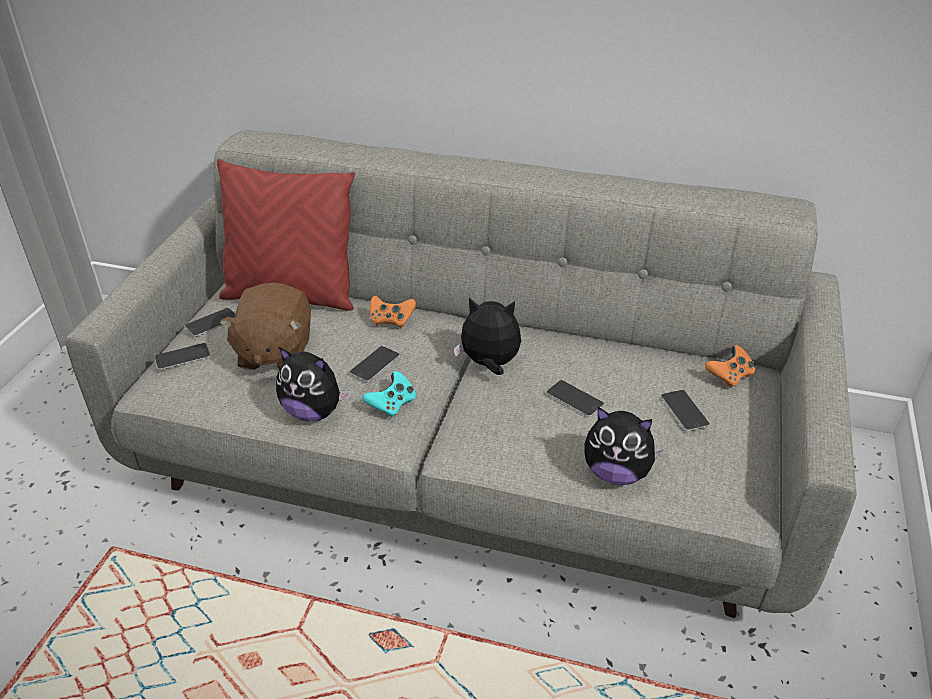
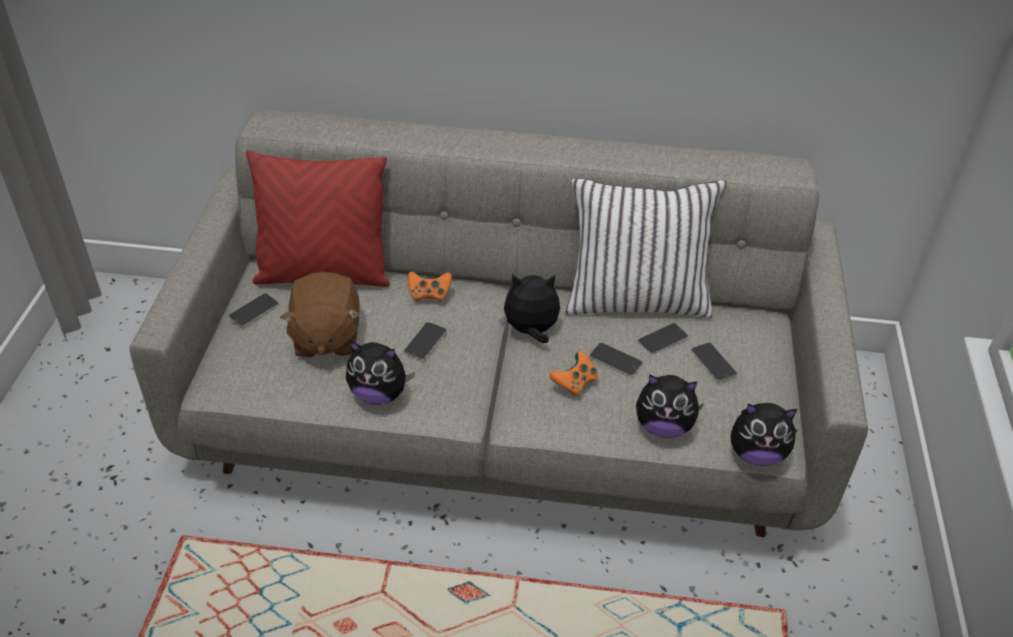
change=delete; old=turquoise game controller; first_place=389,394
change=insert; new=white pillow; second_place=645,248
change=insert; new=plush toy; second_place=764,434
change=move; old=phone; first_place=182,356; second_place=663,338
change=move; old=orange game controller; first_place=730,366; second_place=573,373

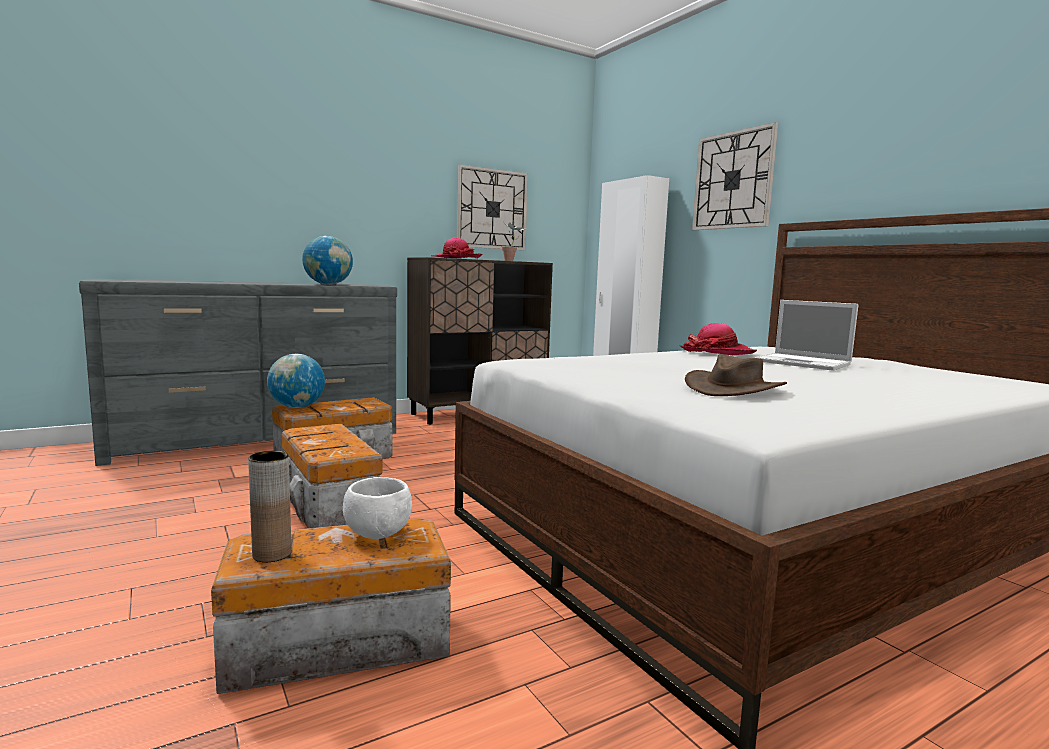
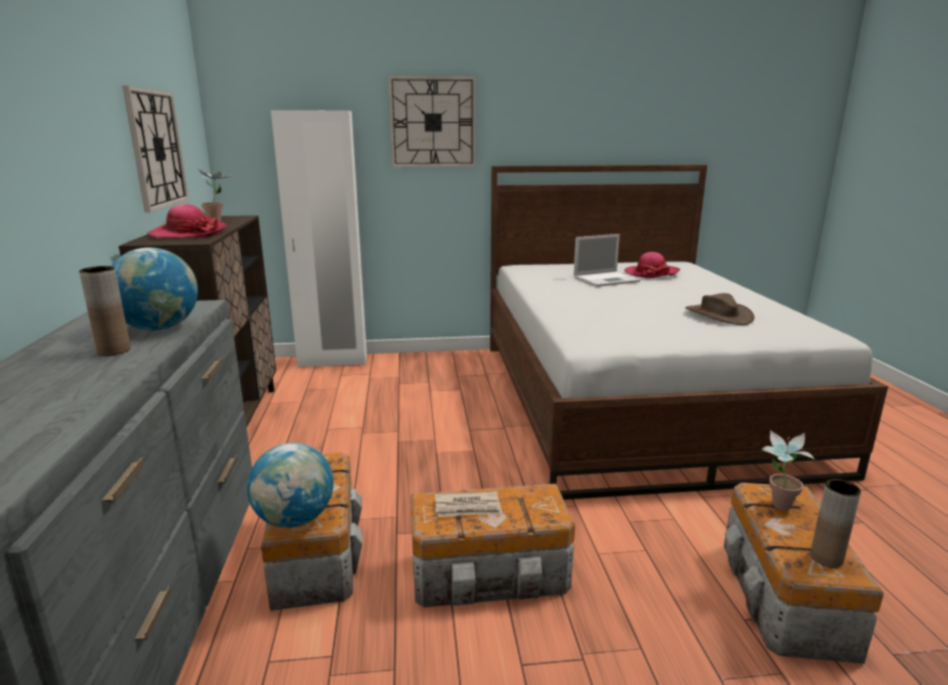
change=insert; new=brown vase; second_place=105,311
change=insert; new=newspaper; second_place=468,504
change=move; old=hat; first_place=718,339; second_place=652,265
change=replace; old=white bowl; new=potted plant; first_place=377,508; second_place=788,470

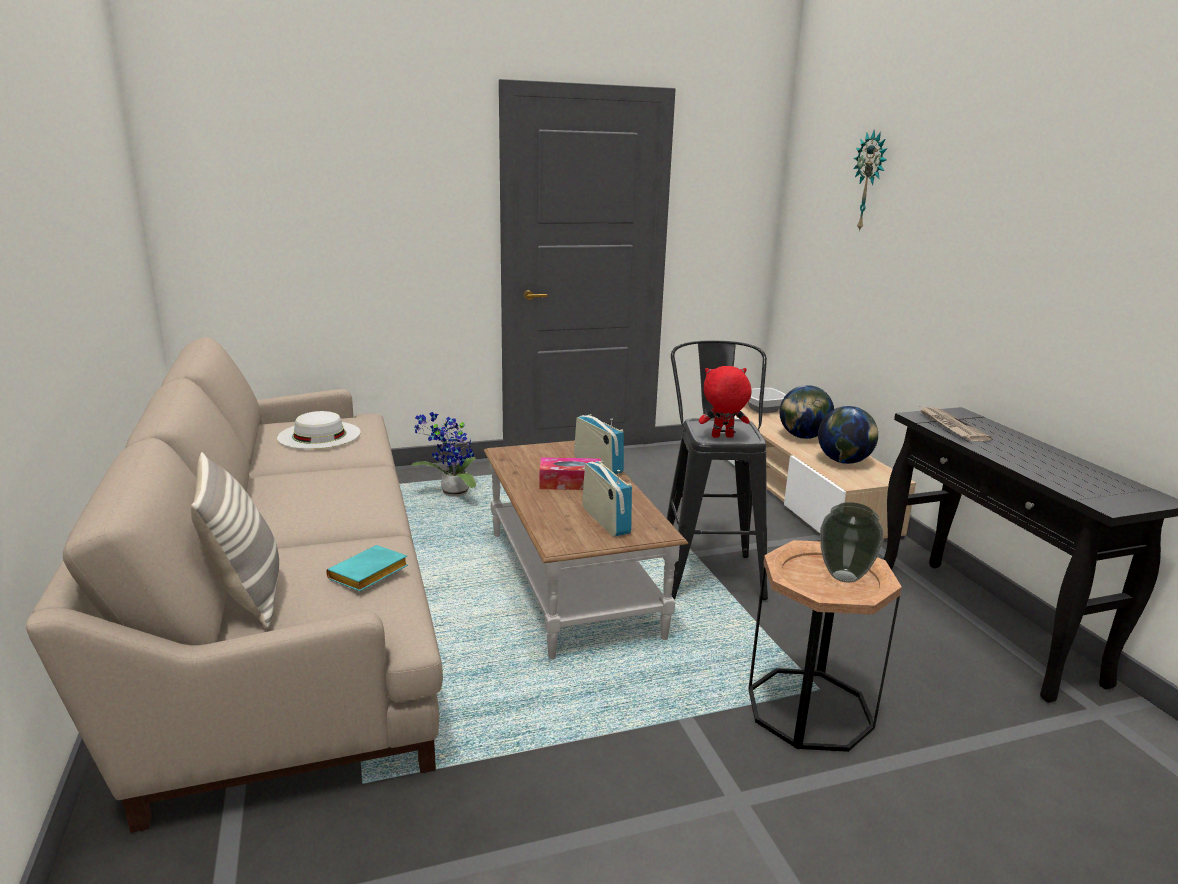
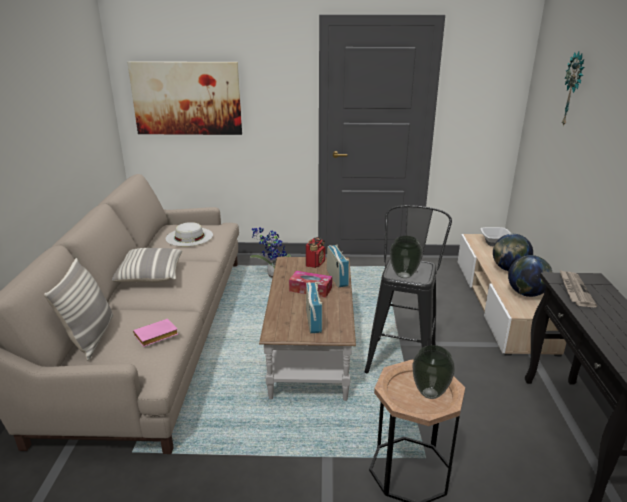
change=insert; new=pillow; second_place=147,265
change=insert; new=picture; second_place=184,98
change=insert; new=radio; second_place=315,252
change=replace; old=red plush toy; new=vase; first_place=725,402; second_place=406,257
change=recolor; old=turquoise book; new=pink book; first_place=367,568; second_place=155,333

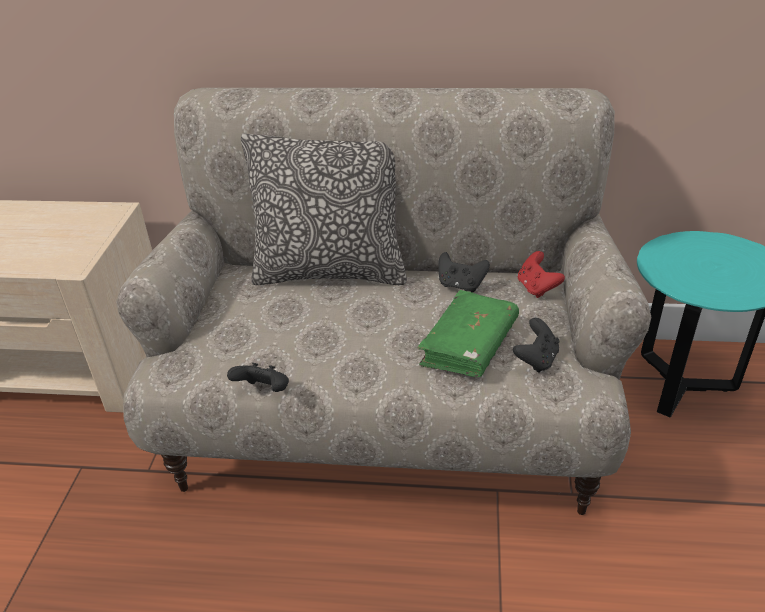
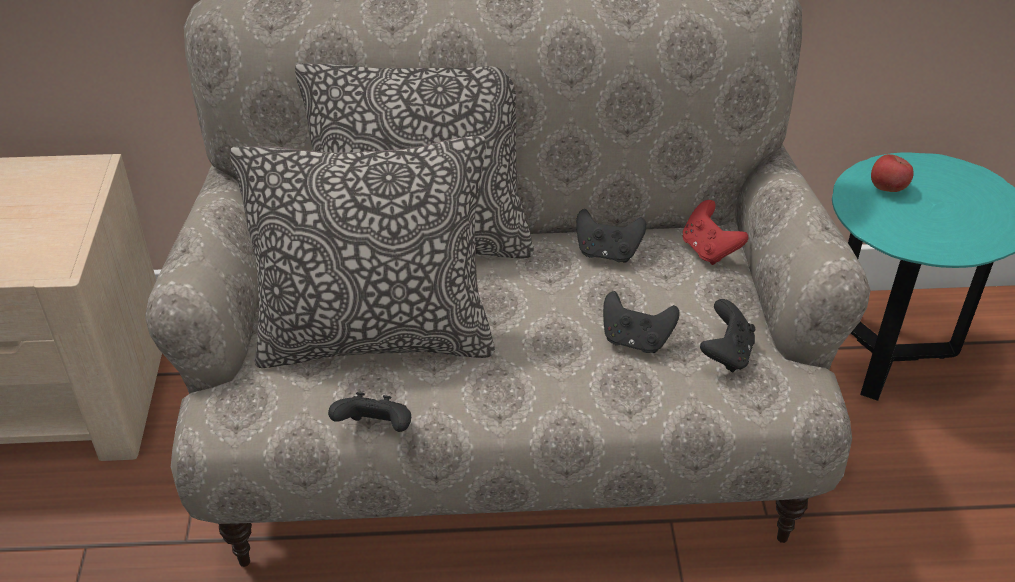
change=insert; new=pillow; second_place=362,252
change=insert; new=apple; second_place=892,173
change=replace; old=green book; new=black game controller; first_place=468,333; second_place=641,322

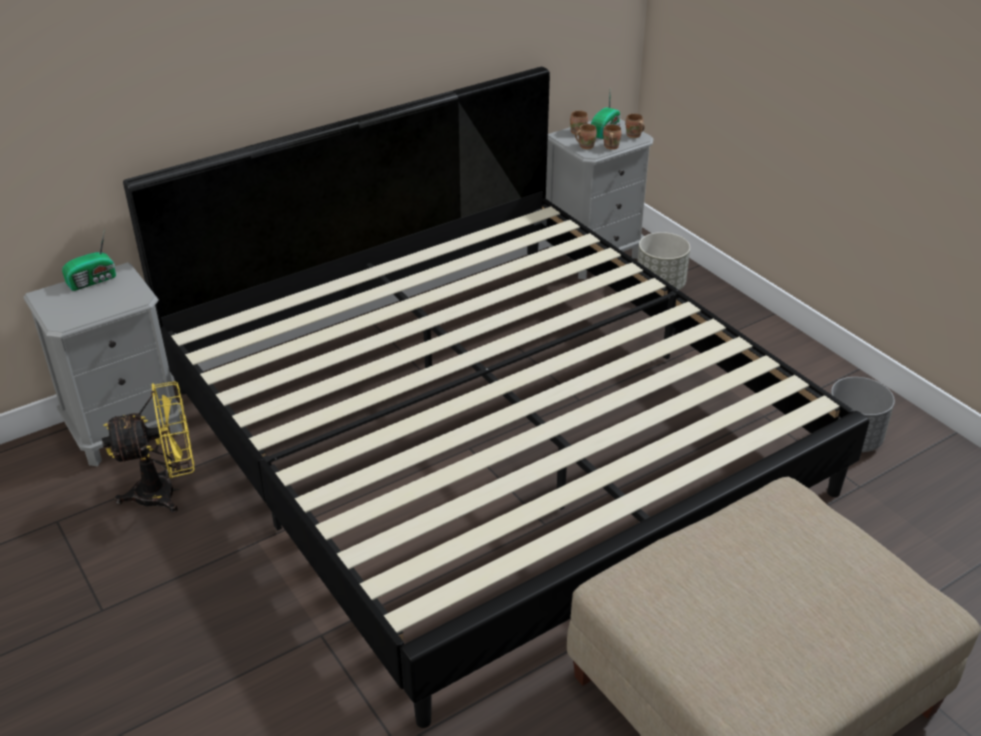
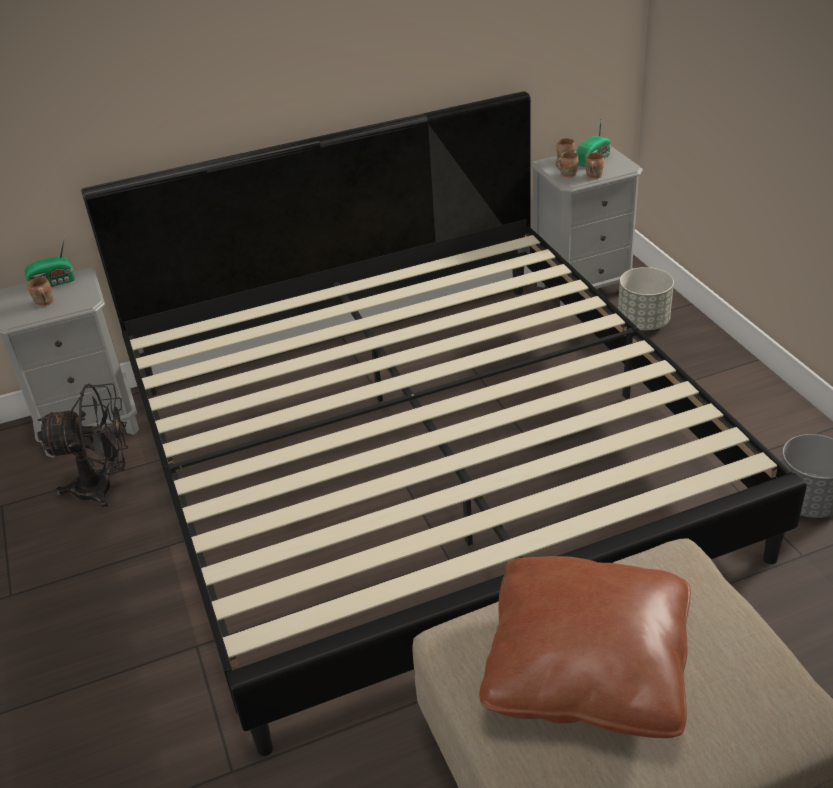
change=insert; new=brown pillow; second_place=585,647
change=move; old=brown mug; first_place=635,125; second_place=40,292
change=recolor; old=yellow fan; new=black fan; first_place=148,447; second_place=82,446

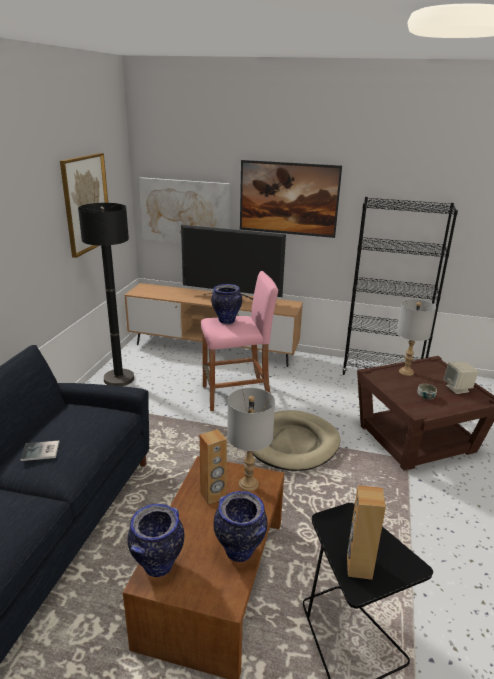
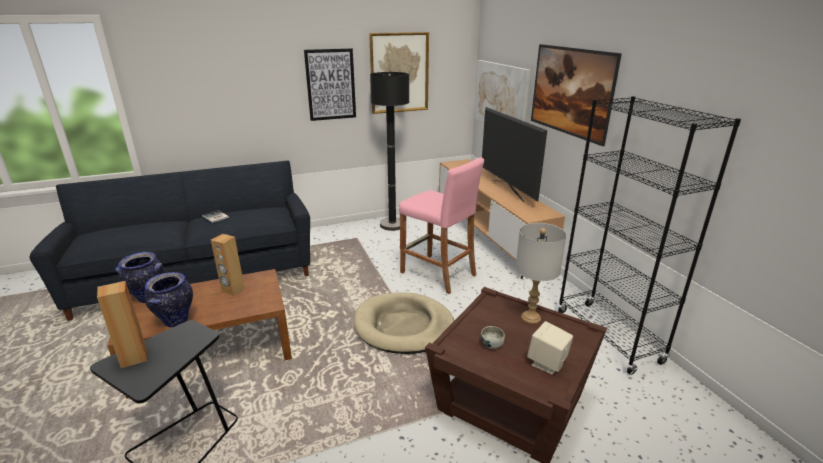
change=delete; old=vase; first_place=226,304
change=delete; old=grey table lamp; first_place=251,440
change=insert; new=picture; second_place=330,84

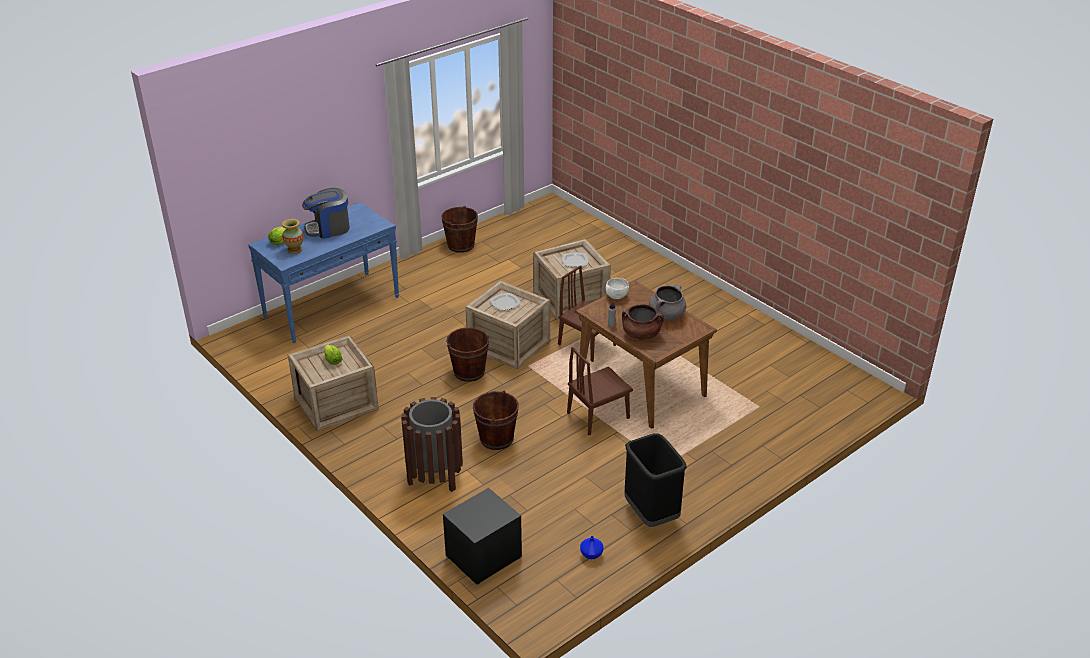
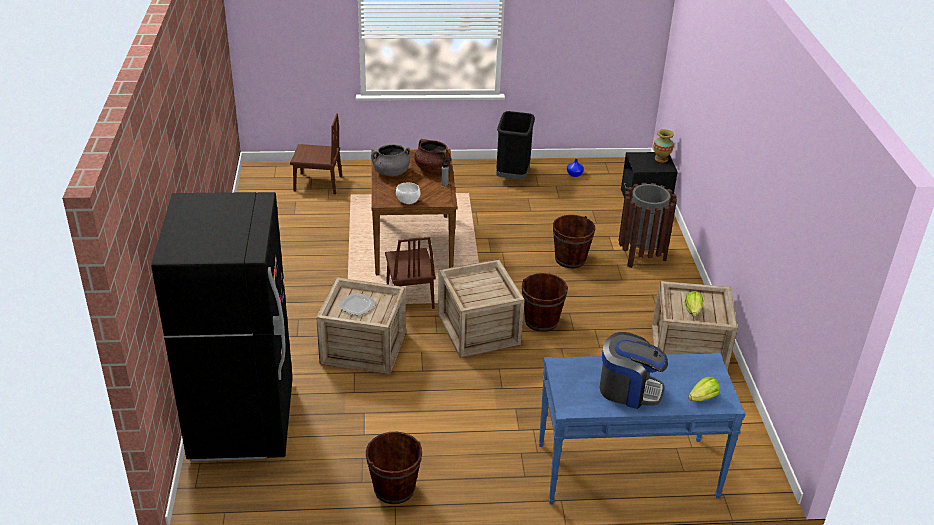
change=delete; old=plate; first_place=505,302
change=insert; new=black fridge; second_place=222,326
change=move; old=vase; first_place=293,236; second_place=664,146
change=move; old=brown chair; first_place=600,391; second_place=316,153

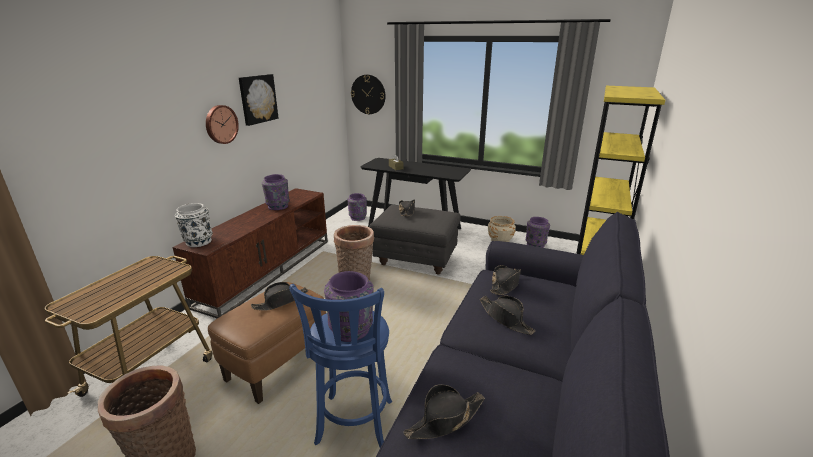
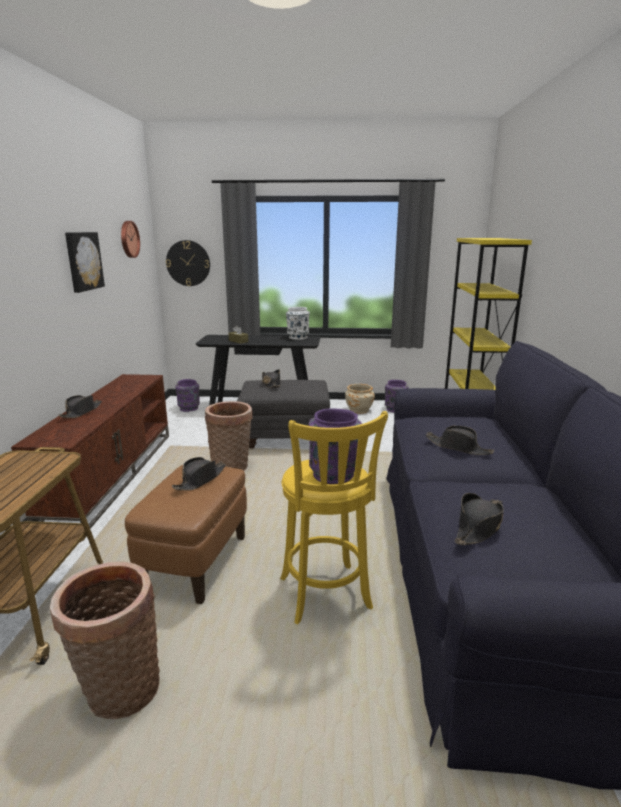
change=delete; old=purple vase; first_place=276,192
change=move; old=white vase; first_place=194,225; second_place=298,323
change=move; old=wall clock; first_place=222,124; second_place=130,239
change=move; old=black hat; first_place=505,280; second_place=80,406
change=recolor; old=blue stool; new=yellow stool; first_place=340,366; second_place=334,517

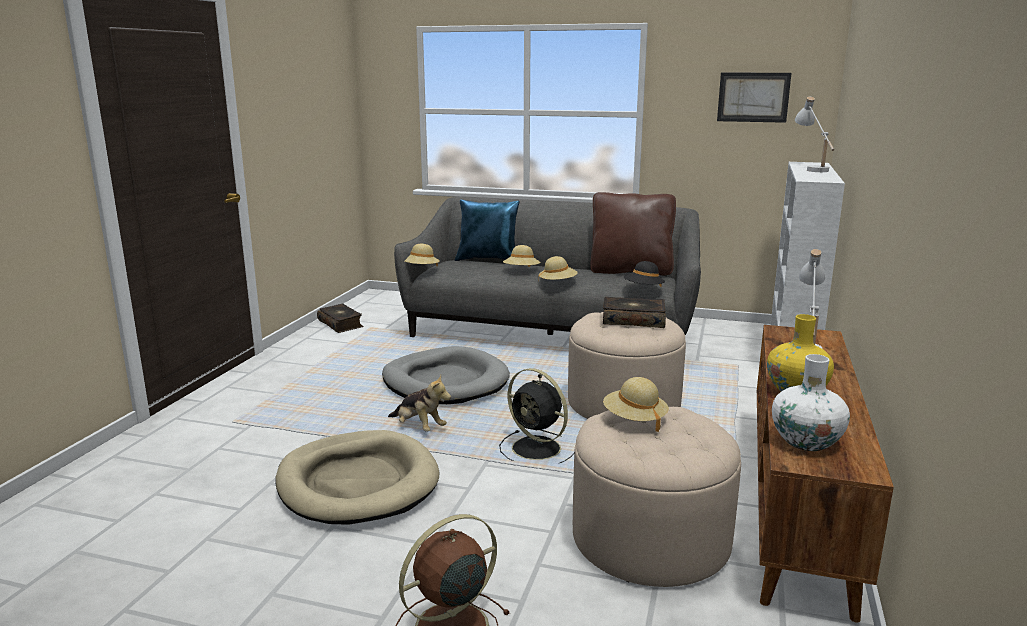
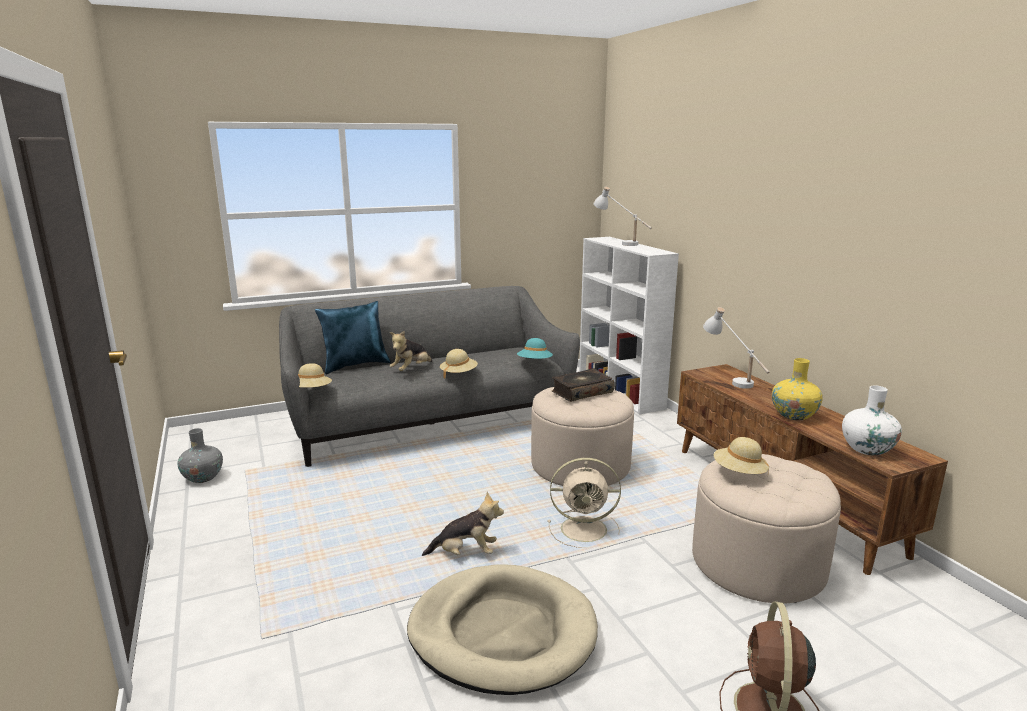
change=delete; old=grey dog bed; first_place=446,375
change=delete; old=brown pillow; first_place=633,233
change=delete; old=picture; first_place=754,98
change=replace; old=book; new=grey vase; first_place=340,318; second_place=200,455
change=replace; old=beige hat; new=plush toy; first_place=521,256; second_place=411,351
change=recolor; old=black fan; new=beige fan; first_place=536,416; second_place=584,503
change=recolor; old=black hat; new=turquoise hat; first_place=644,274; second_place=535,348

